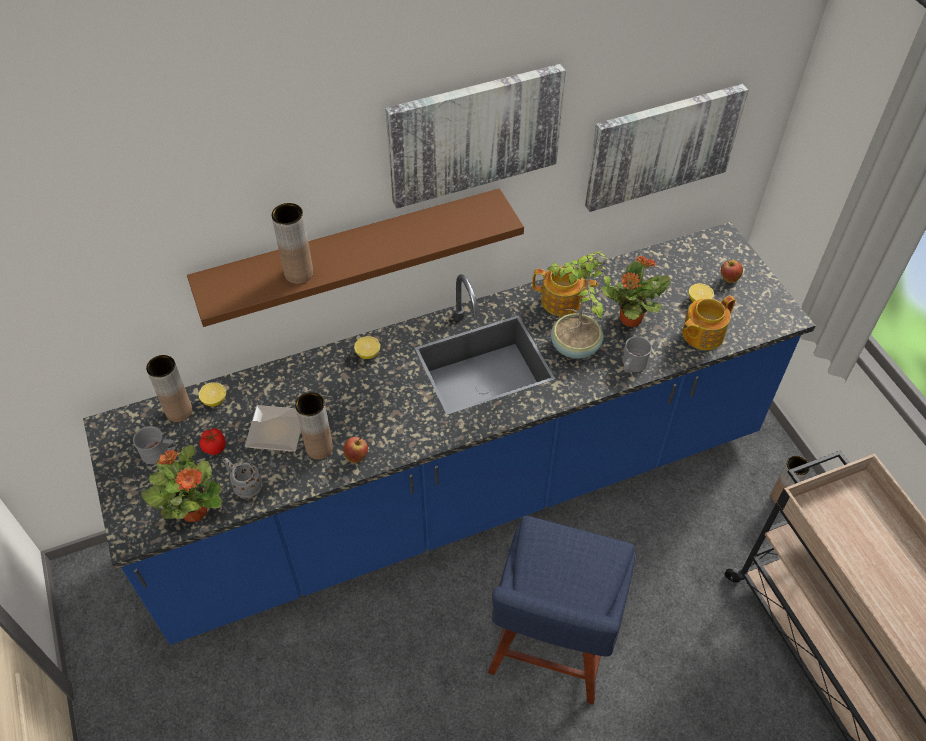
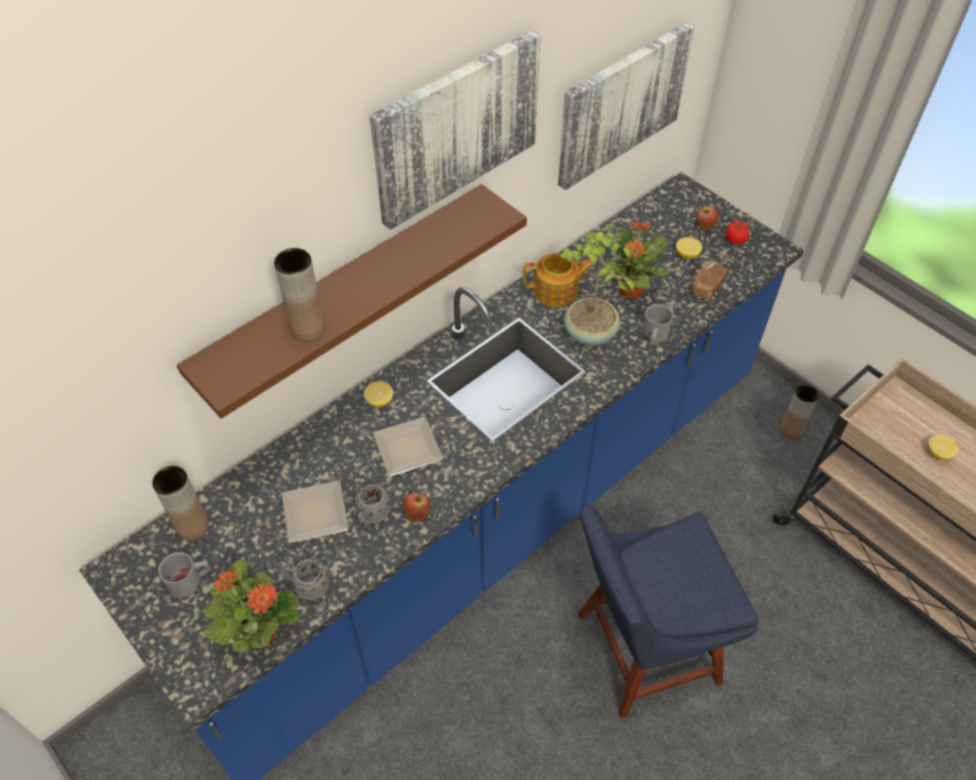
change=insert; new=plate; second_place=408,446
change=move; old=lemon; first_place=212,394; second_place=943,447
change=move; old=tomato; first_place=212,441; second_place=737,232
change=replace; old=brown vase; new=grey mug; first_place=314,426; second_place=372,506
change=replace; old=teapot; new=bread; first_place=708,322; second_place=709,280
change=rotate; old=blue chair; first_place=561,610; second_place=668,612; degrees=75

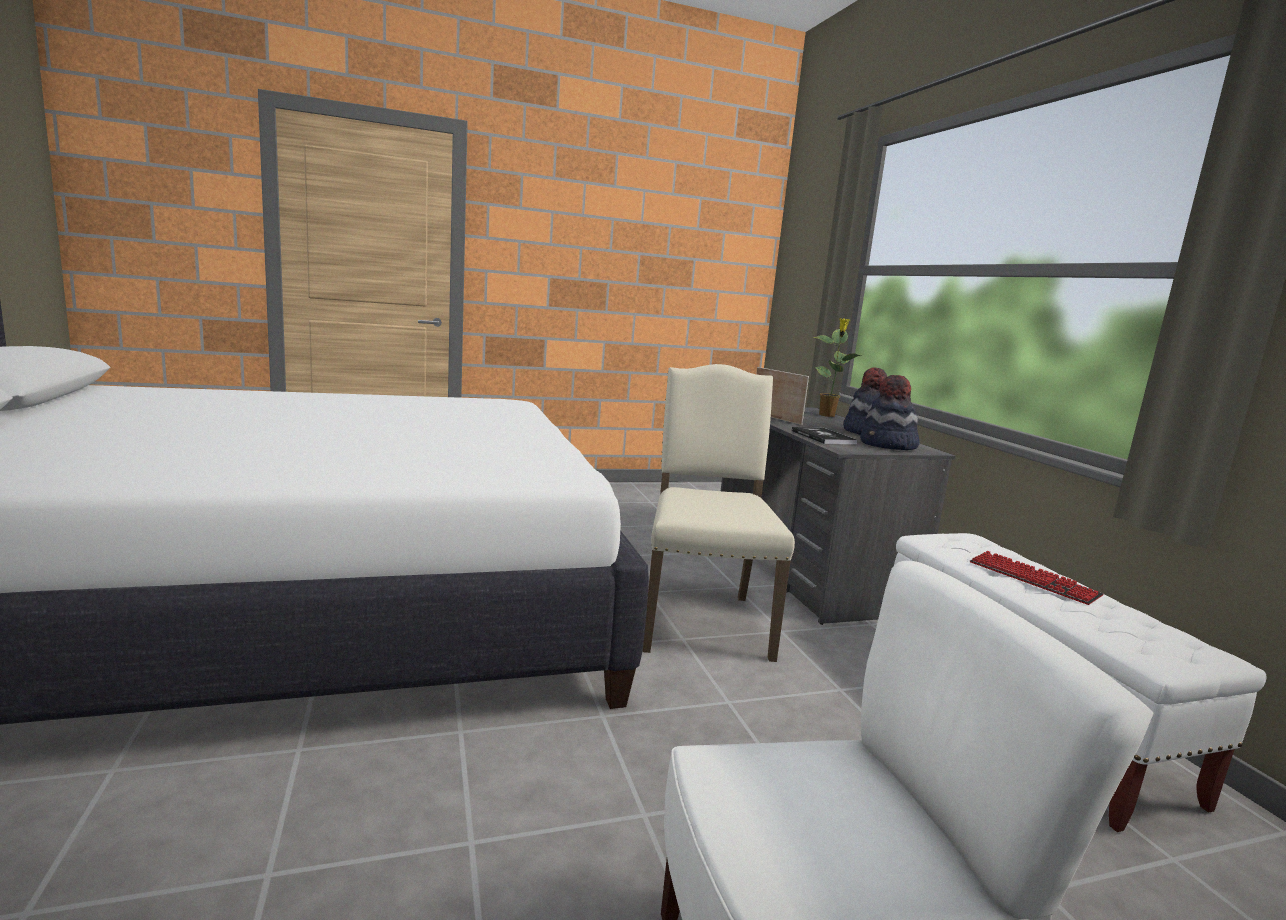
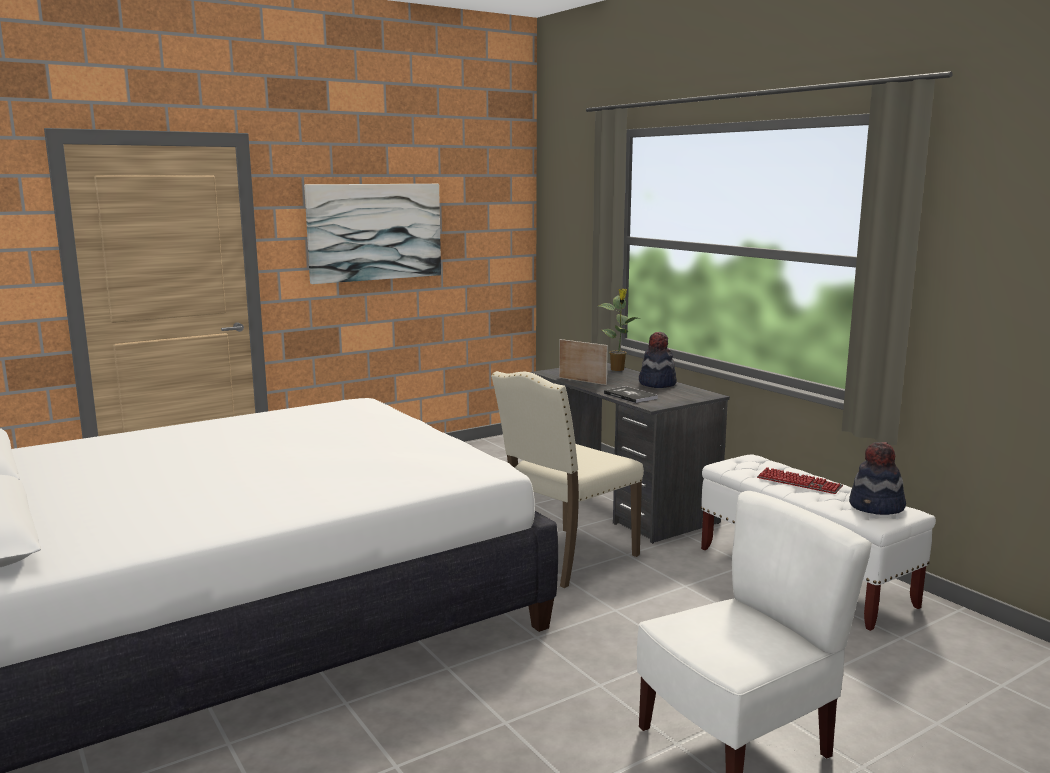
change=insert; new=picture; second_place=372,234
change=move; old=hat; first_place=889,412; second_place=877,478
change=rotate; old=beige chair; first_place=719,513; second_place=567,479; degrees=-120

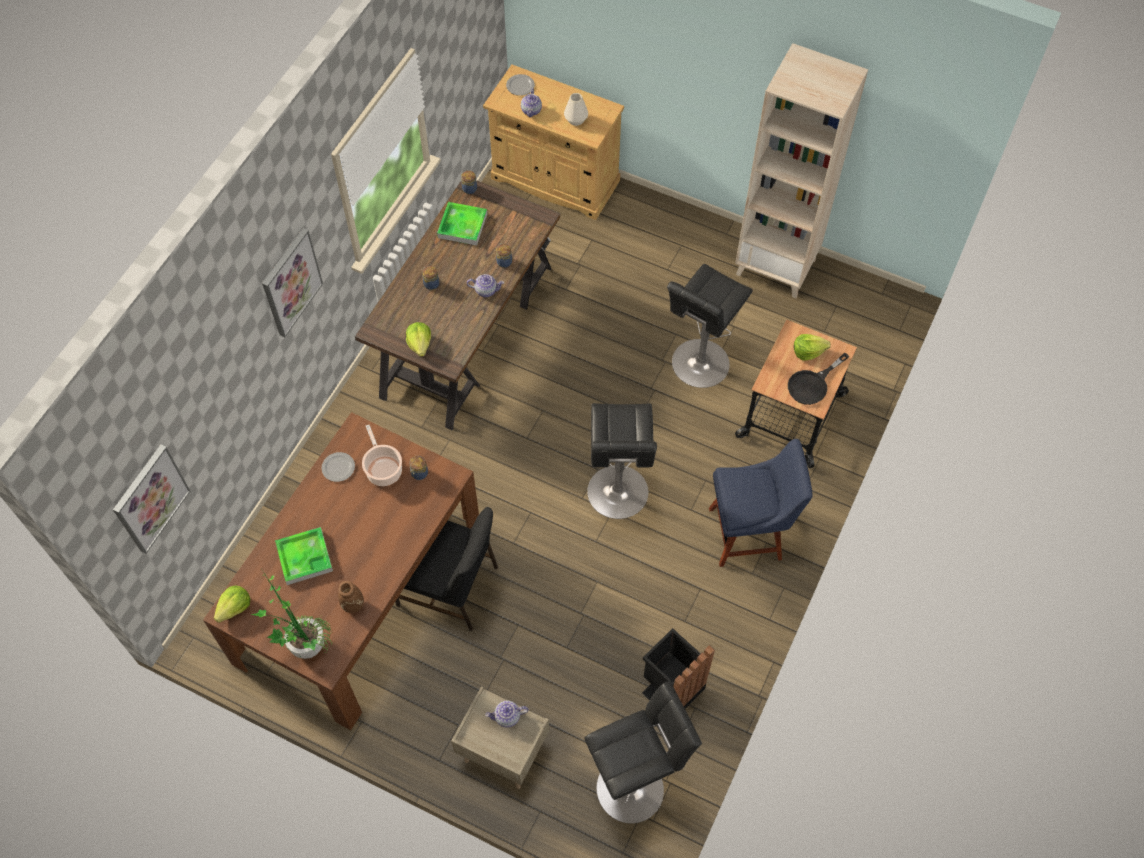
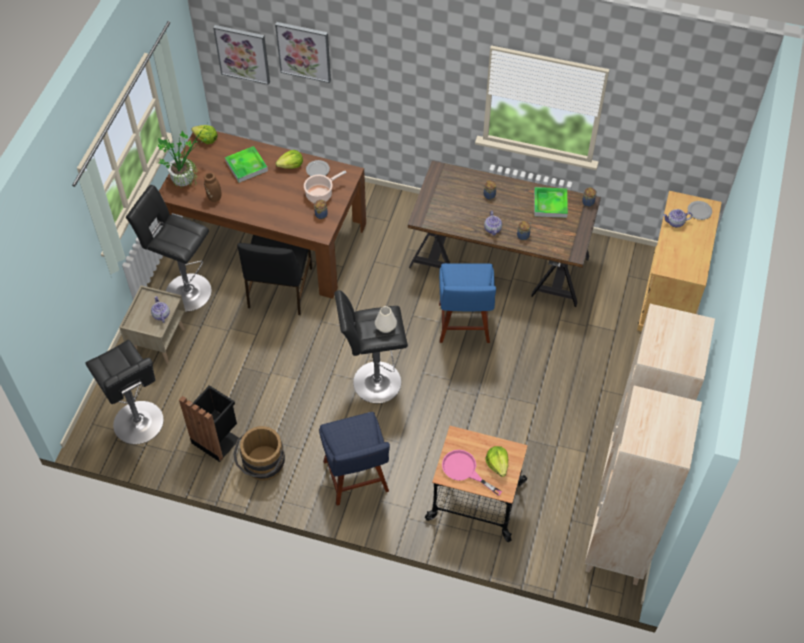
change=insert; new=brown bucket; second_place=259,453
change=insert; new=blue chair; second_place=467,303
change=insert; new=beige bookcase; second_place=643,485
change=move; old=picture; first_place=292,282; second_place=303,52
change=move; old=lettuce; first_place=418,339; second_place=289,159
change=move; old=white vase; first_place=576,109; second_place=386,319
change=move; old=black stool; first_place=710,326; second_place=169,248
change=recolor; old=black frying pan; new=pink frying pan; first_place=818,378; second_place=472,473

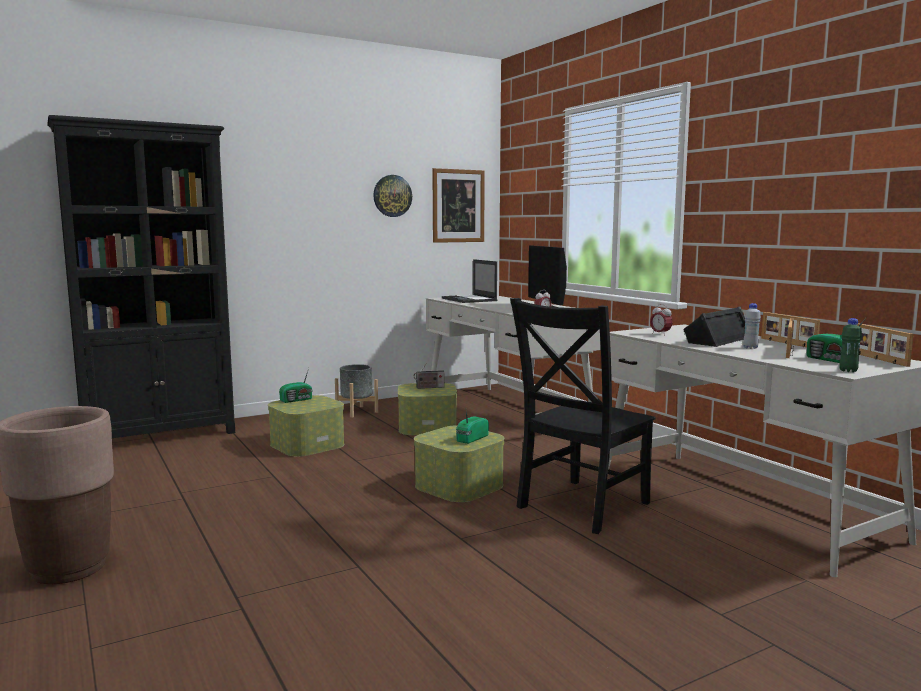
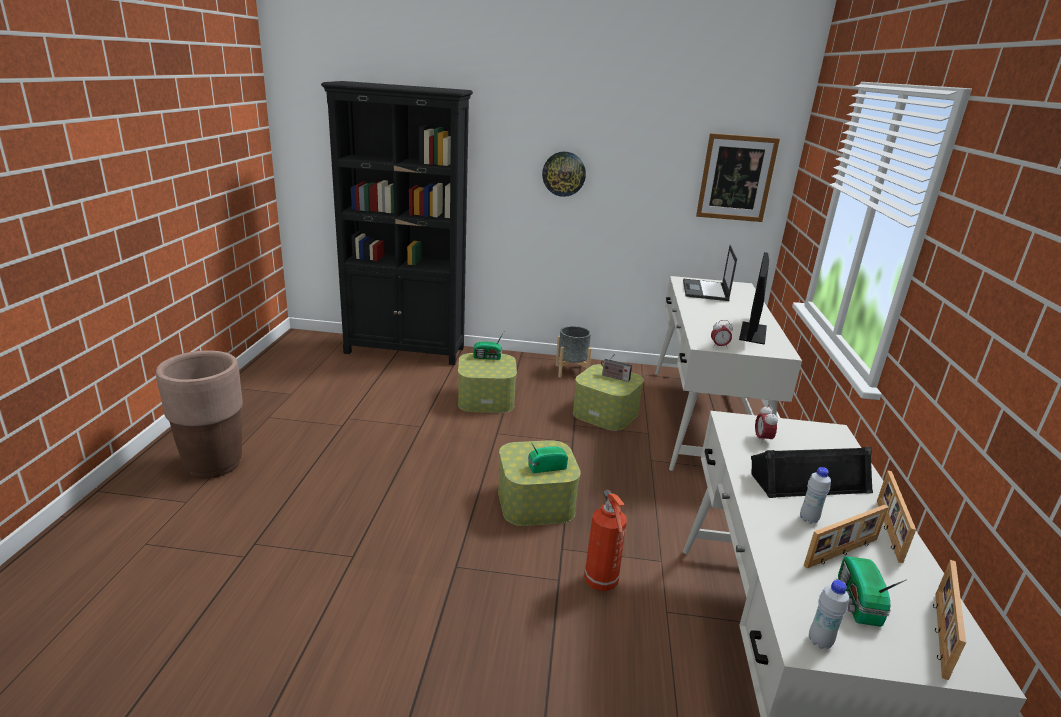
change=move; old=wall clock; first_place=392,196; second_place=564,174
change=replace; old=black chair; new=fire extinguisher; first_place=583,416; second_place=605,540
change=recolor; old=green bottle; new=white bottle; first_place=850,345; second_place=829,614

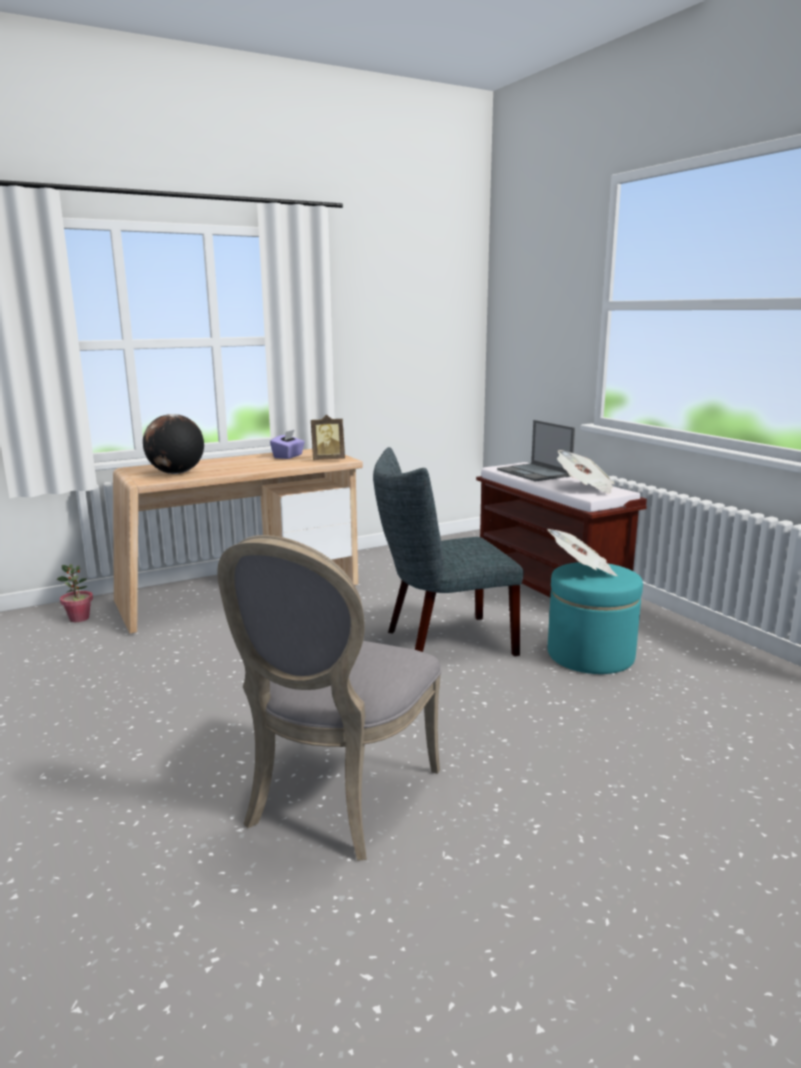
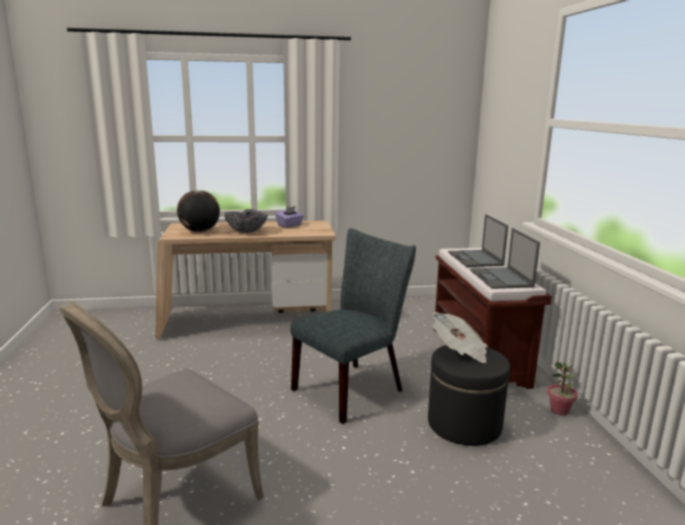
change=delete; old=picture frame; first_place=328,437
change=insert; new=bowl; second_place=246,221
change=move; old=potted plant; first_place=75,593; second_place=562,389
change=replace; old=newspaper; new=laptop; first_place=586,472; second_place=505,258
change=recolor; old=turquoise ottoman; new=black ottoman; first_place=595,618; second_place=469,395
change=rotate; old=grey chair; first_place=448,551; second_place=353,326; degrees=135

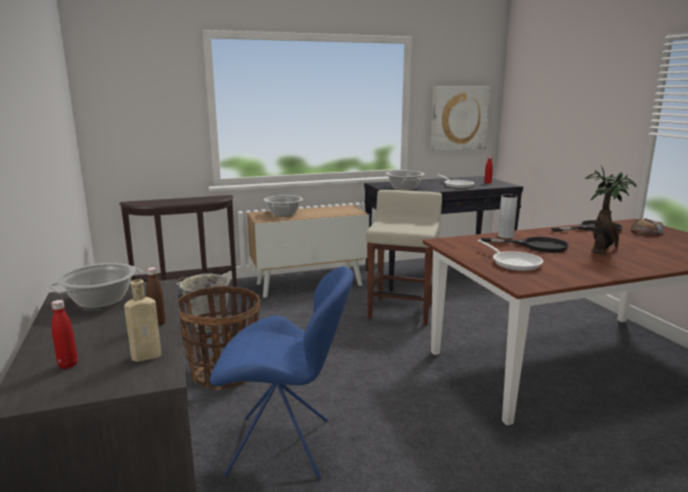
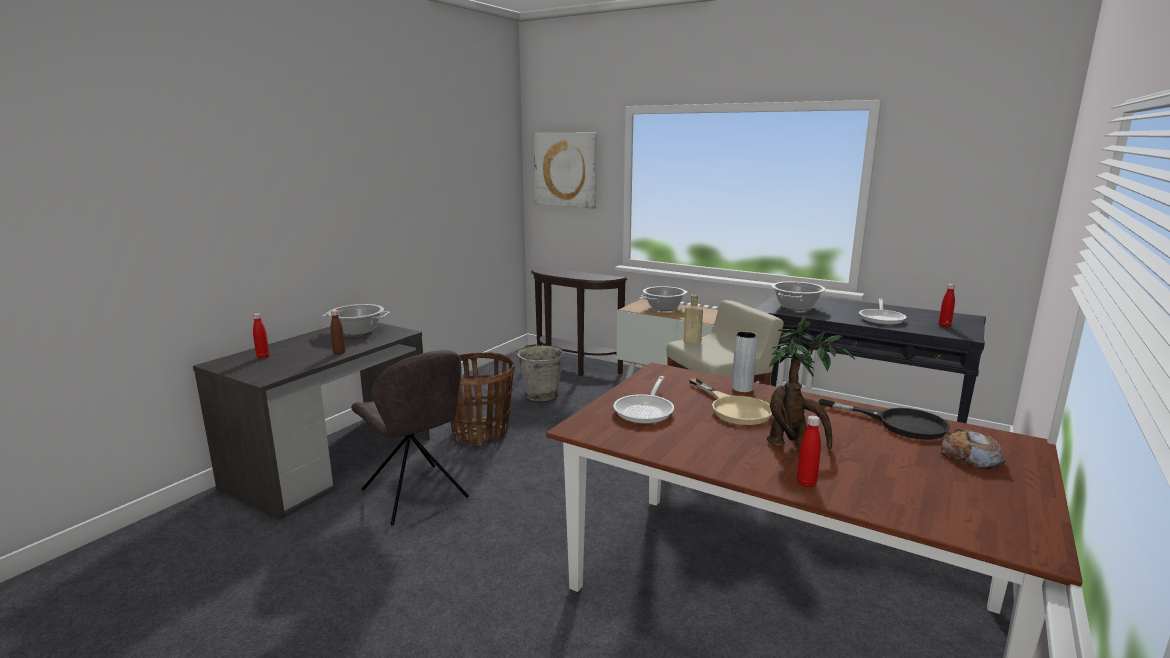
change=insert; new=red bottle; second_place=809,451
change=move; old=beige bottle; first_place=143,320; second_place=693,319
change=move; old=picture; first_place=460,118; second_place=565,171
change=recolor; old=blue chair; new=grey chair; first_place=282,373; second_place=410,437
change=recolor; old=black frying pan; new=beige frying pan; first_place=525,245; second_place=730,401

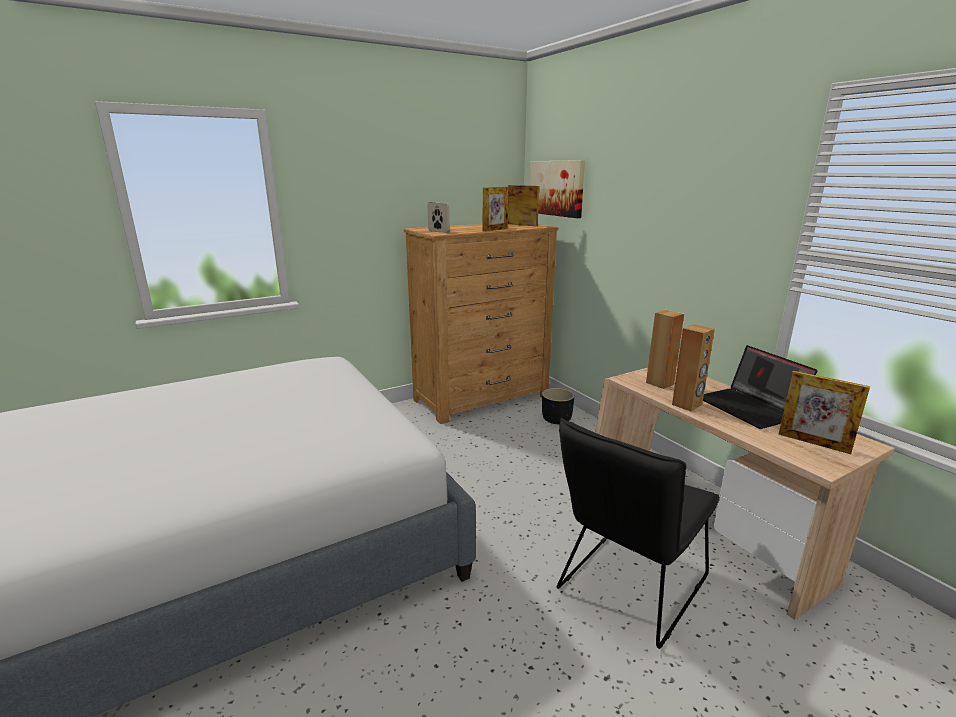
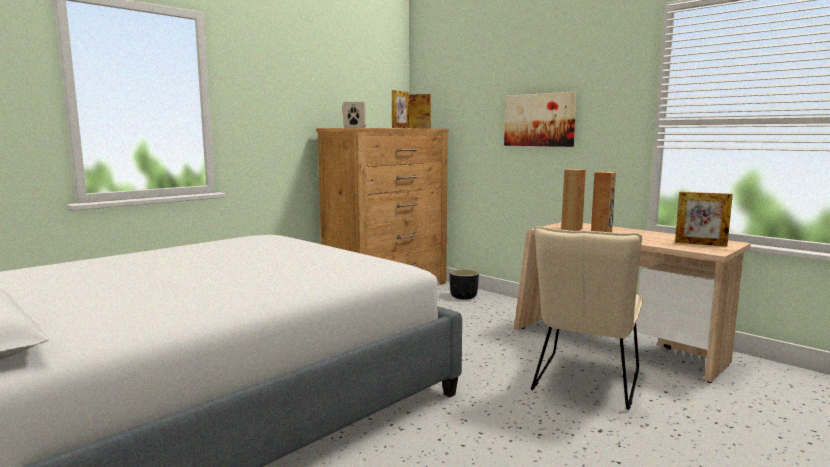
change=delete; old=laptop; first_place=760,387
change=move; old=picture; first_place=557,189; second_place=540,119
change=recolor; old=black chair; new=beige chair; first_place=638,533; second_place=587,318

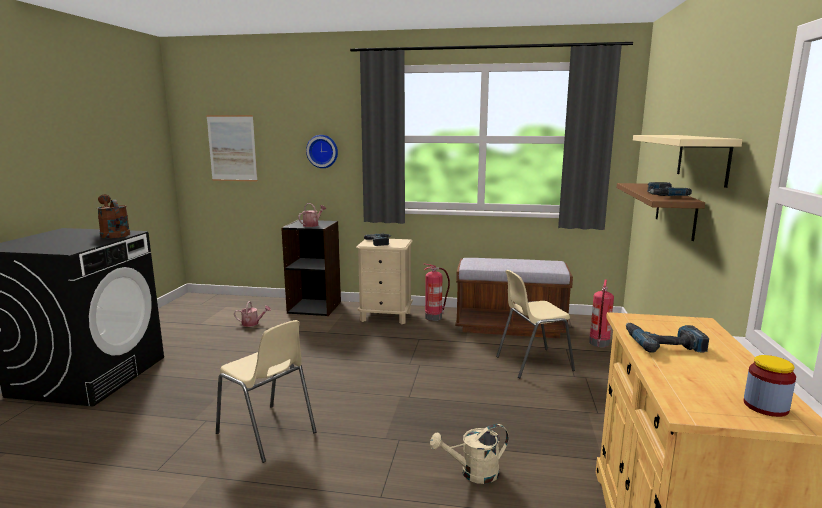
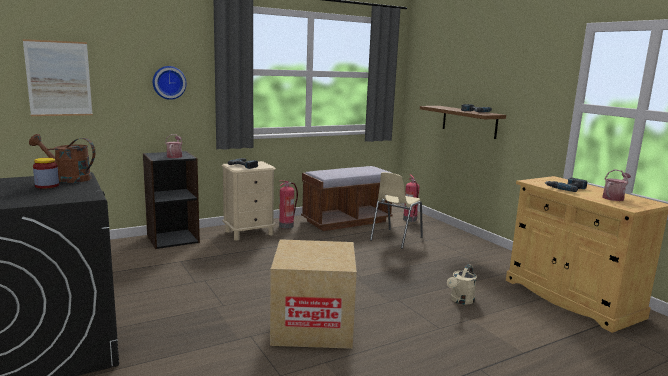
change=delete; old=beige shelf; first_place=688,161
change=move; old=watering can; first_place=252,314; second_place=616,185
change=move; old=jar; first_place=770,386; second_place=46,173
change=replace; old=beige chair; new=cardboard box; first_place=266,391; second_place=313,294

